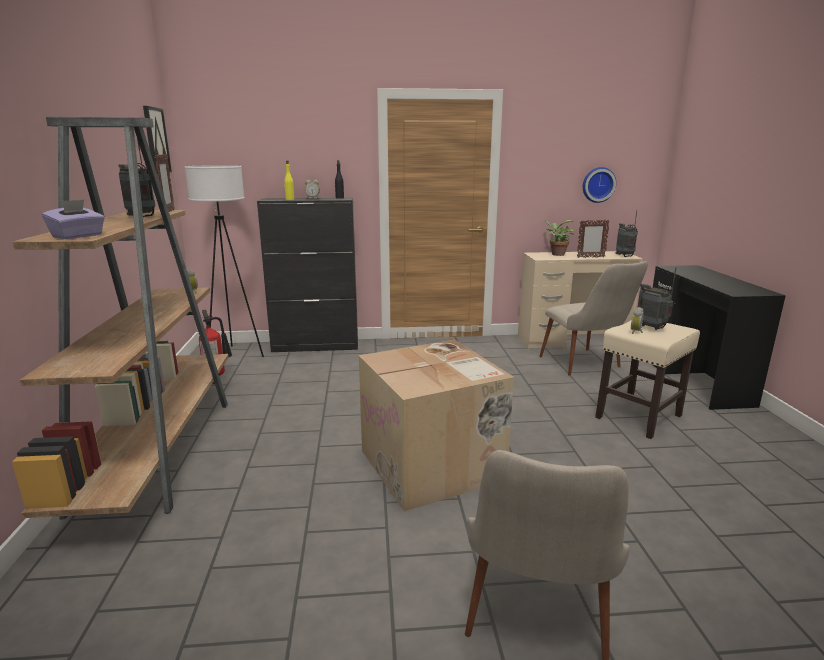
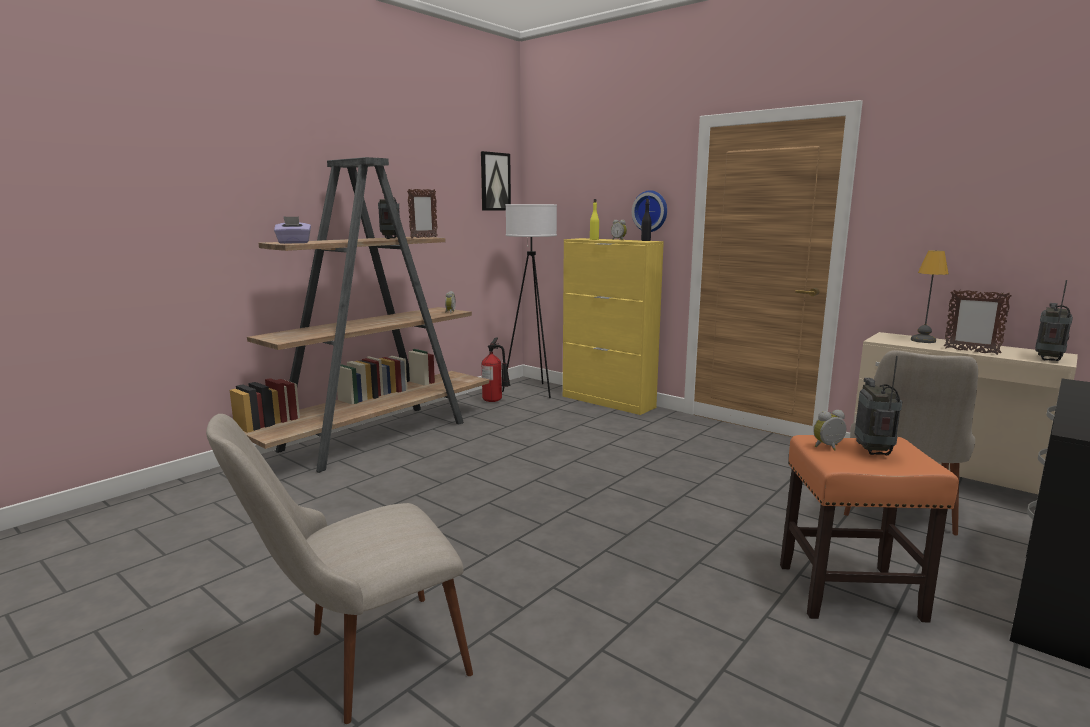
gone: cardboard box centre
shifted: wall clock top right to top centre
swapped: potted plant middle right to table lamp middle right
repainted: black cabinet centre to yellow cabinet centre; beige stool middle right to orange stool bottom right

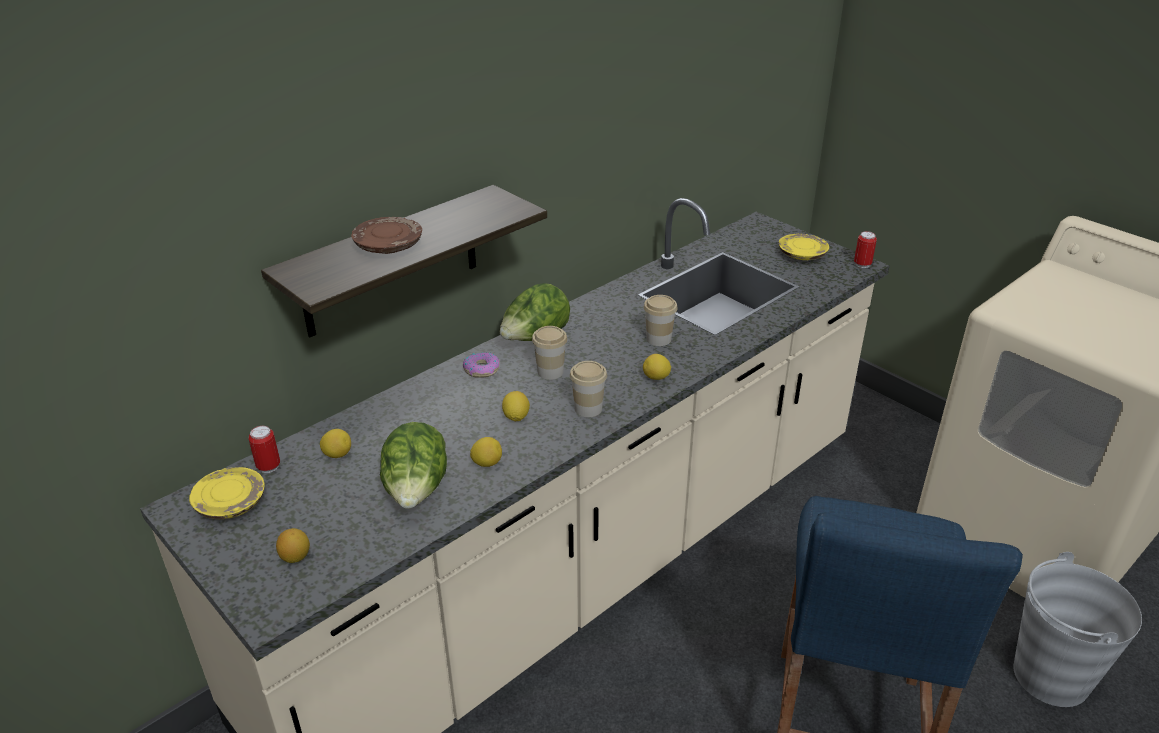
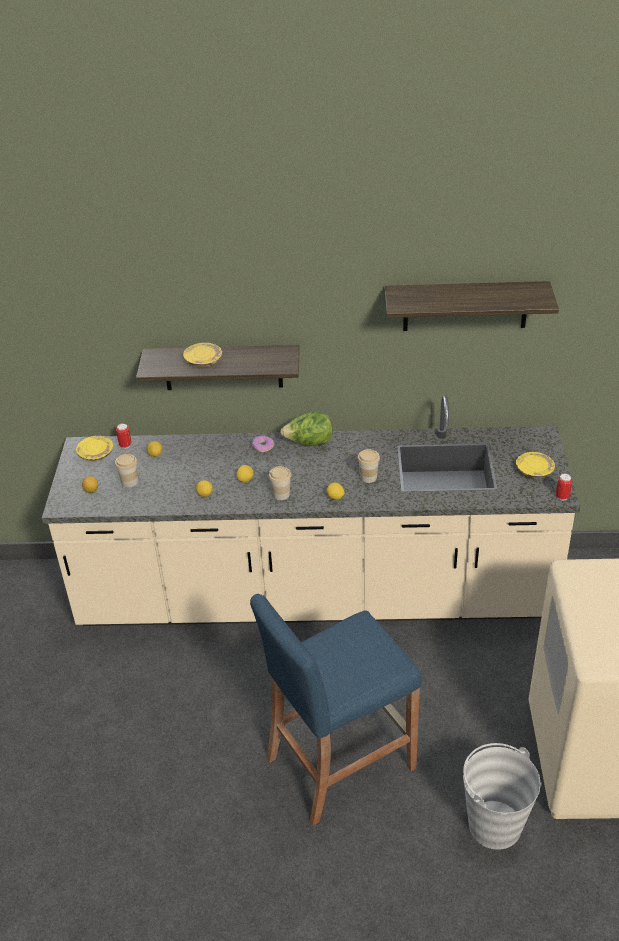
gone: lettuce (no. 1 from left) centre
new: shelf (no. 2 from left) top right
shifted: cup (no. 1 from left) centre to middle left
repainted: brown plate top left to yellow plate (no. 2 from left) middle left

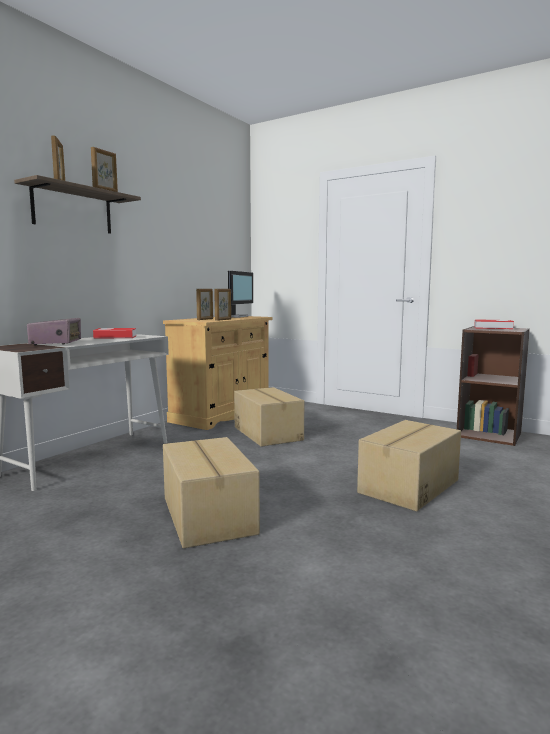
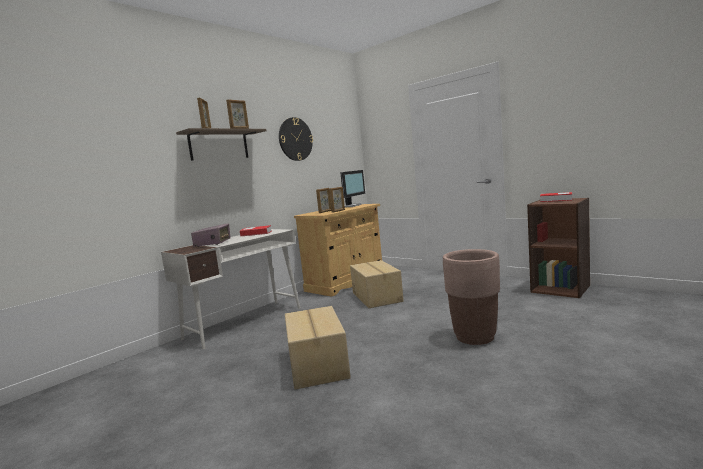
new: wall clock top centre
swapped: cardboard box (no. 3 from left) middle right to brown planter middle right

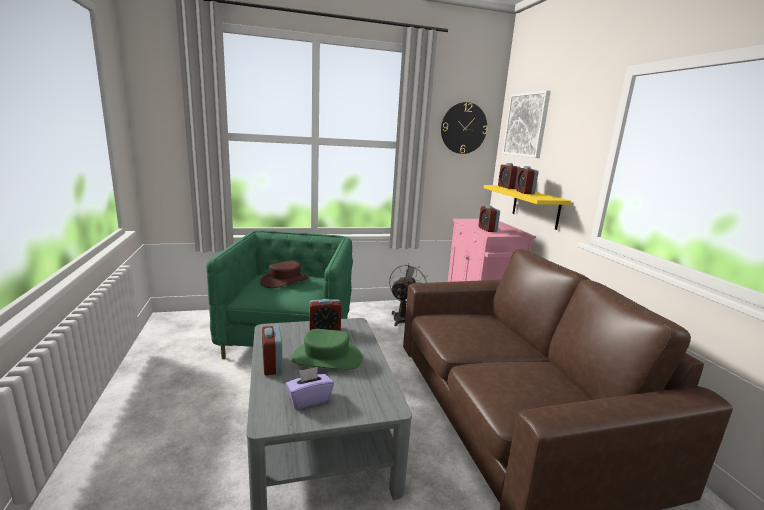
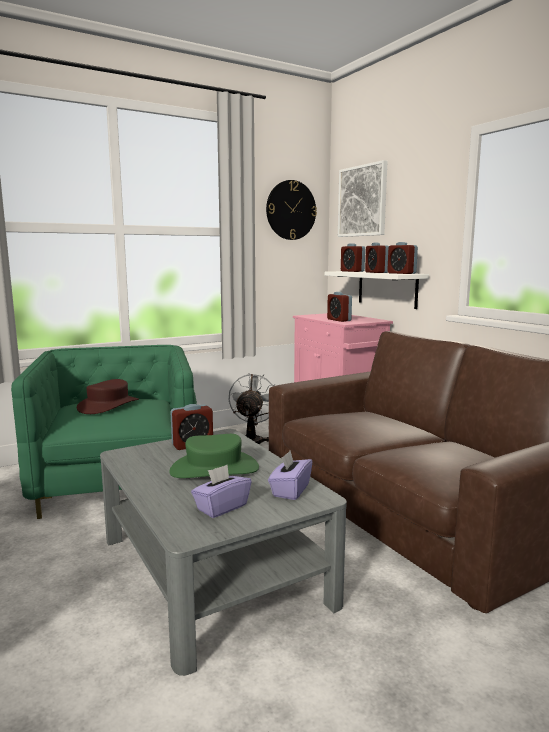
new: purple tissue box (no. 2 from left) centre
shifted: alarm clock (no. 1 from left in the first image) bottom centre to alarm clock (no. 5 from left) middle right
repainted: yellow shelf middle right to white shelf middle right

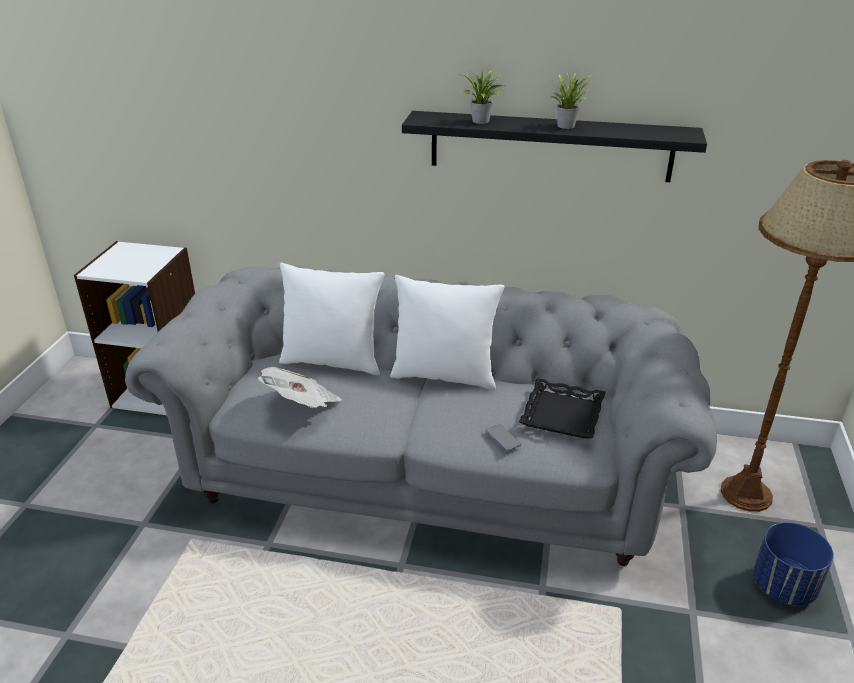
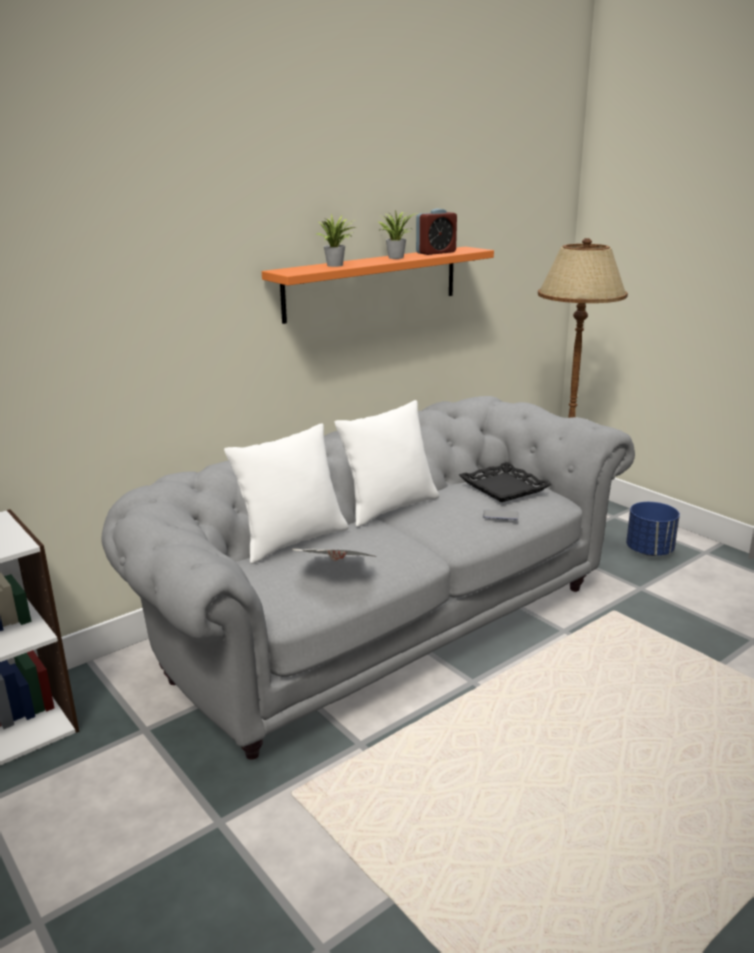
new: alarm clock top centre
repainted: black shelf top centre to orange shelf top centre

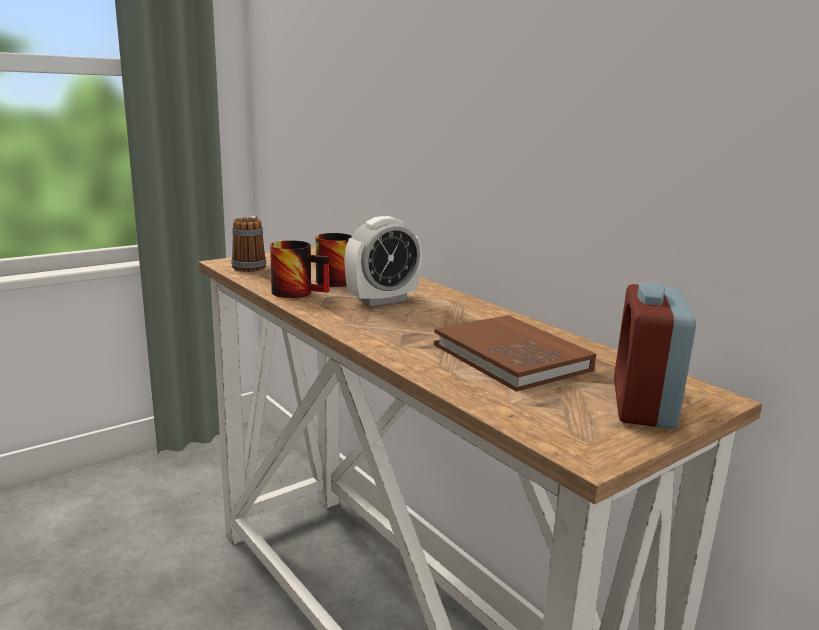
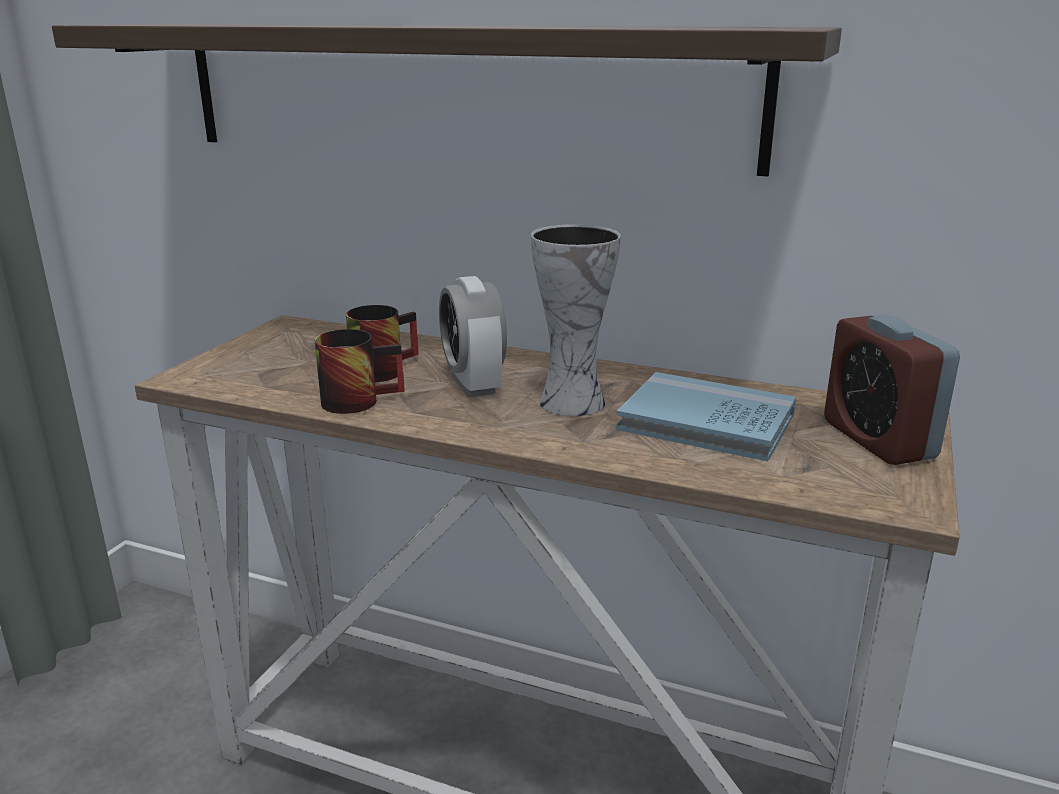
gone: mug (no. 1 from left) middle left
new: shelf top centre; vase centre
repainted: brown book centre to blue book middle right
rotated: alarm clock (no. 1 from left) centre = centre 135 degrees clockwise

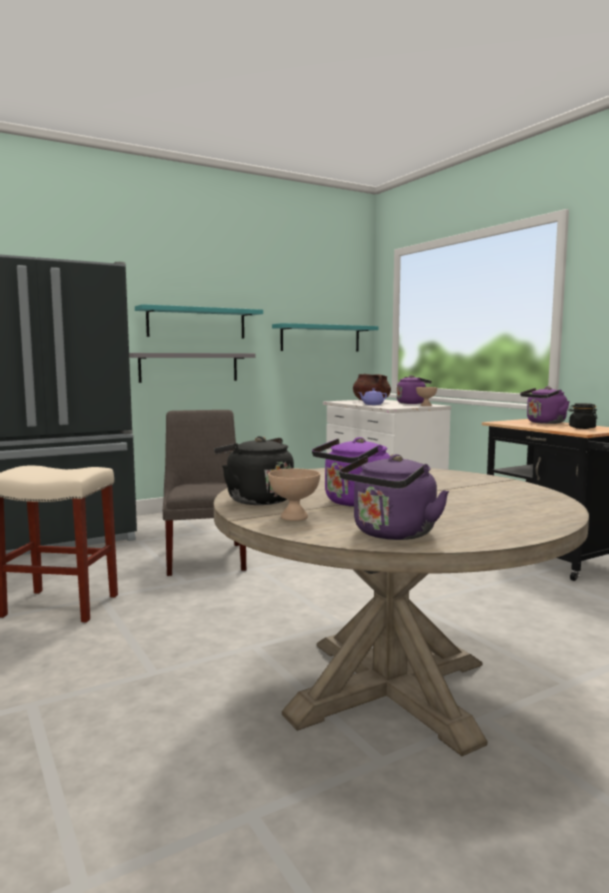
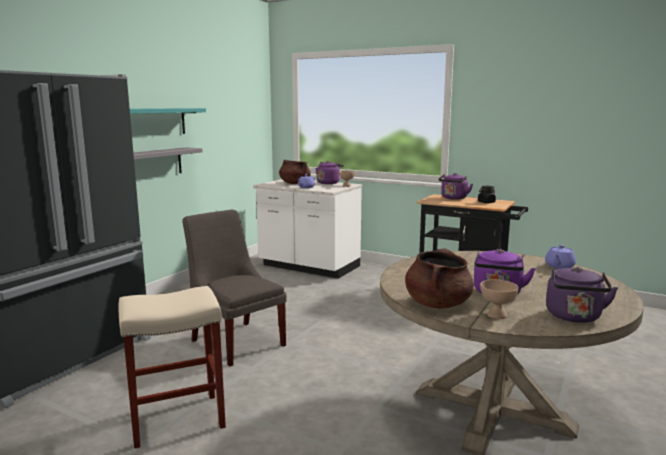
gone: turquoise shelf (no. 2 from left) centre
new: purple teapot (no. 2 from left) middle right
swapped: black kettle centre to brown cooking pot (no. 2 from left) centre

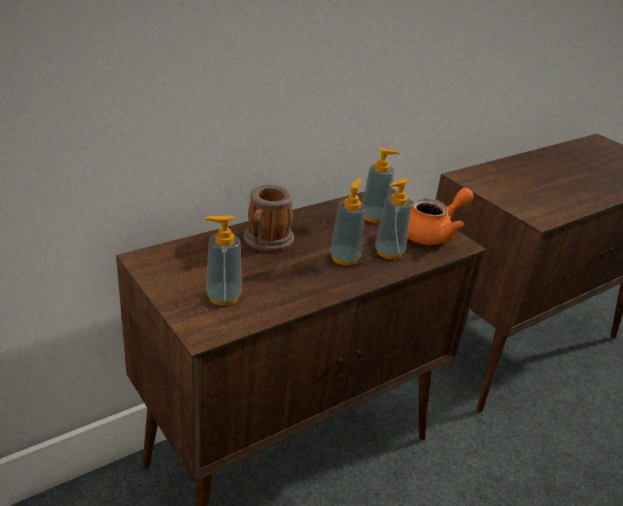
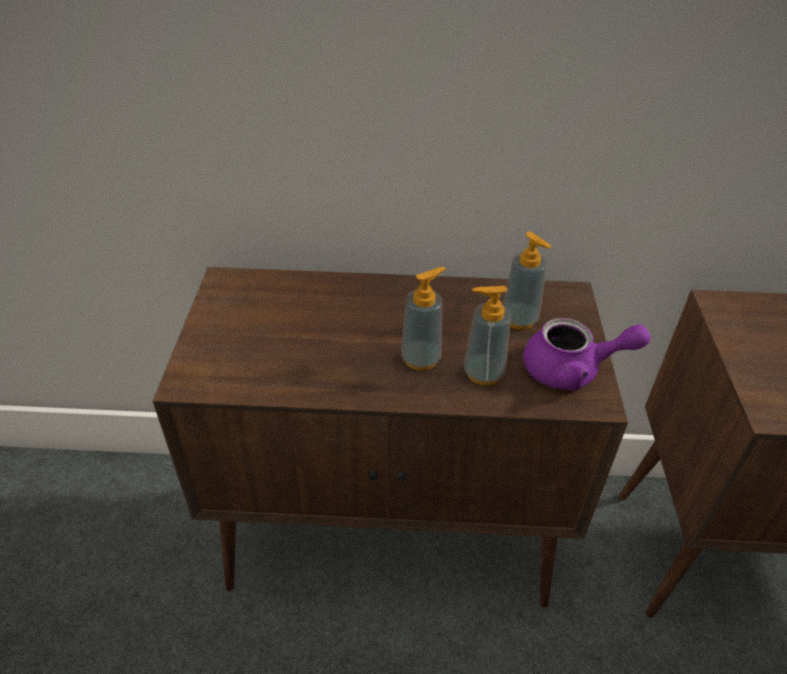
gone: soap dispenser (no. 1 from left) centre; mug centre
repainted: orange teapot middle right to purple teapot middle right

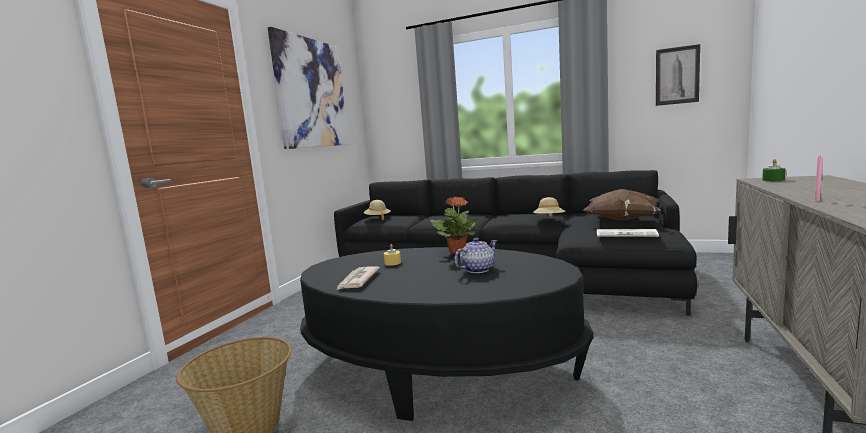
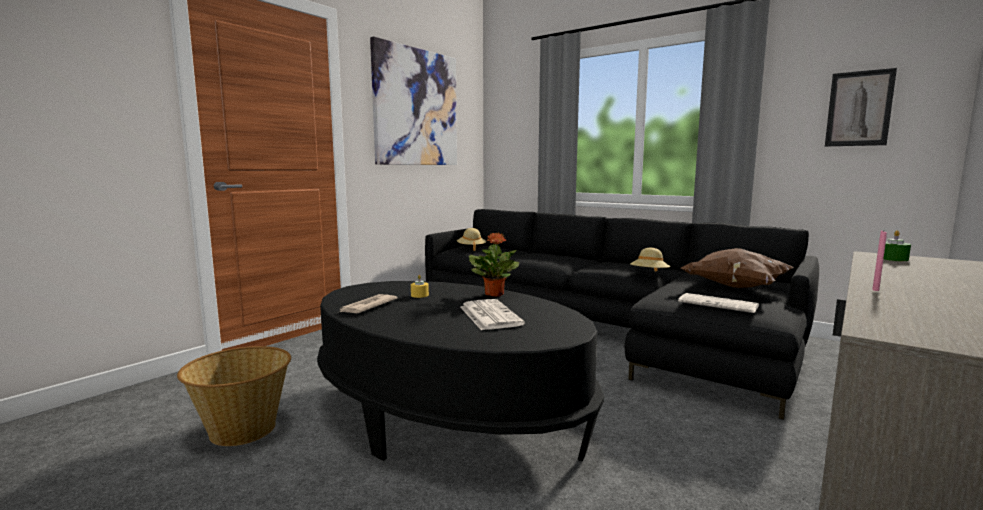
swapped: teapot centre to newspaper (no. 2 from left) centre

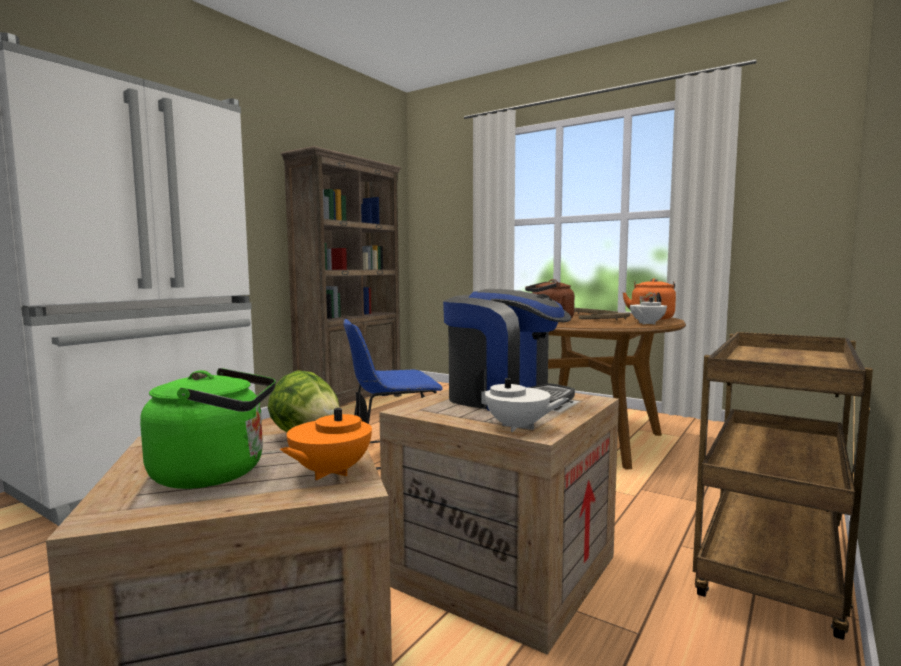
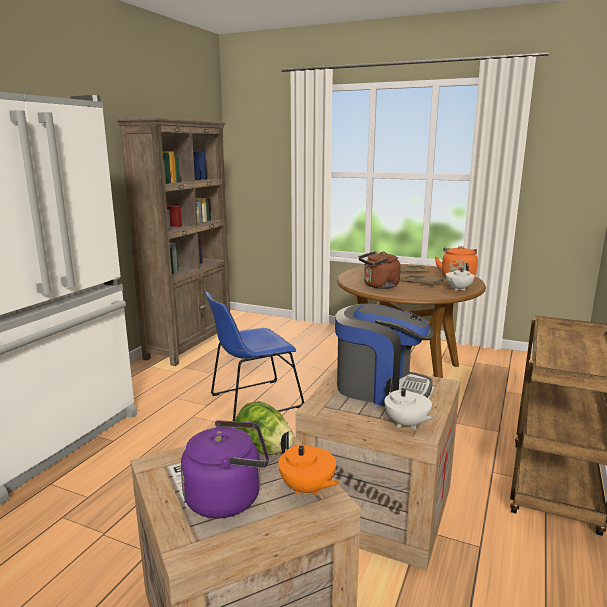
repainted: green kettle middle left to purple kettle bottom centre
rotated: orange teapot centre = bottom centre 60 degrees counterclockwise; white teapot (no. 1 from left) centre = middle right 45 degrees clockwise

